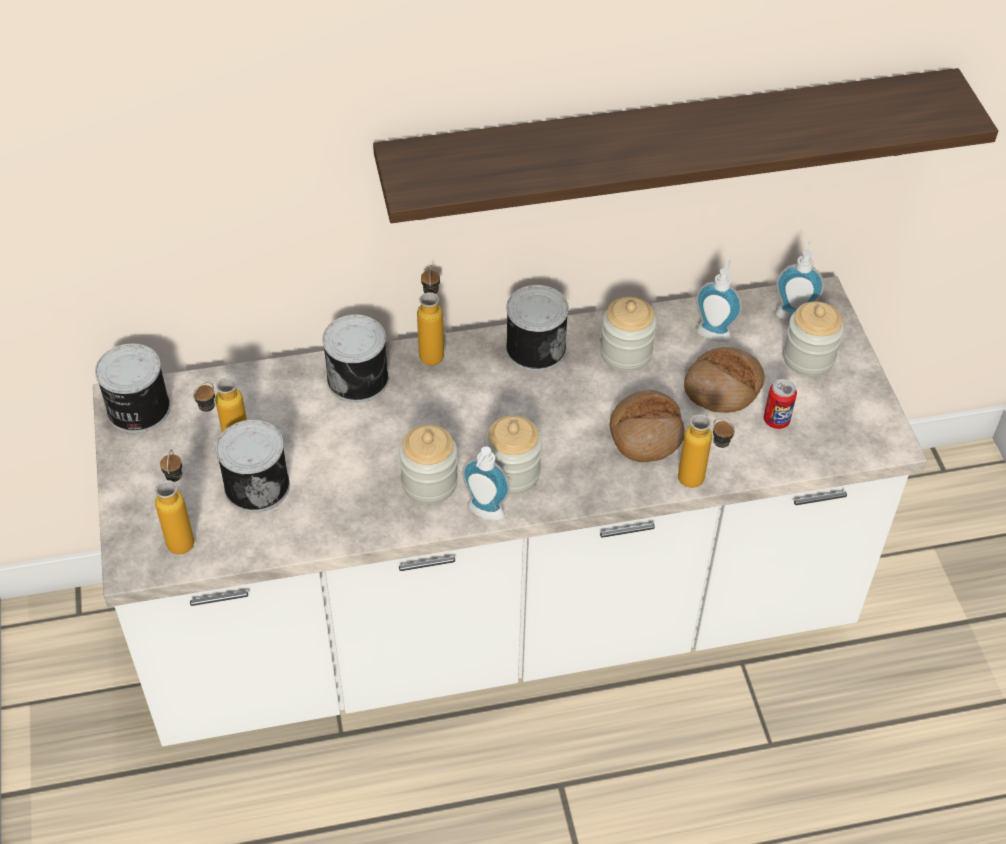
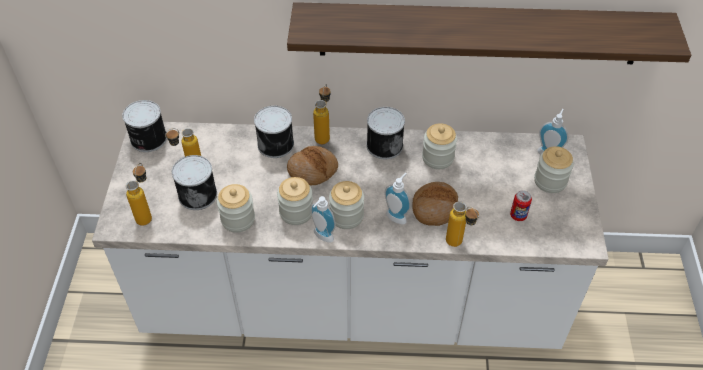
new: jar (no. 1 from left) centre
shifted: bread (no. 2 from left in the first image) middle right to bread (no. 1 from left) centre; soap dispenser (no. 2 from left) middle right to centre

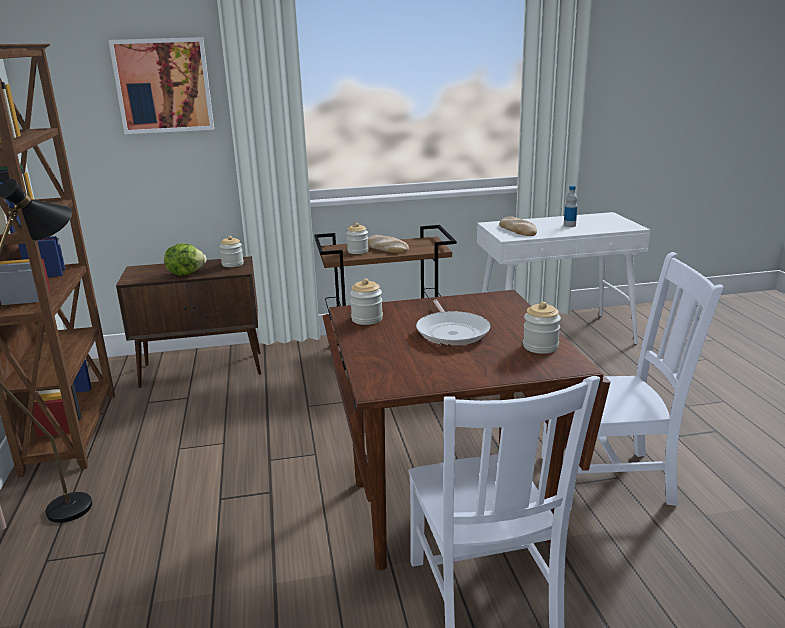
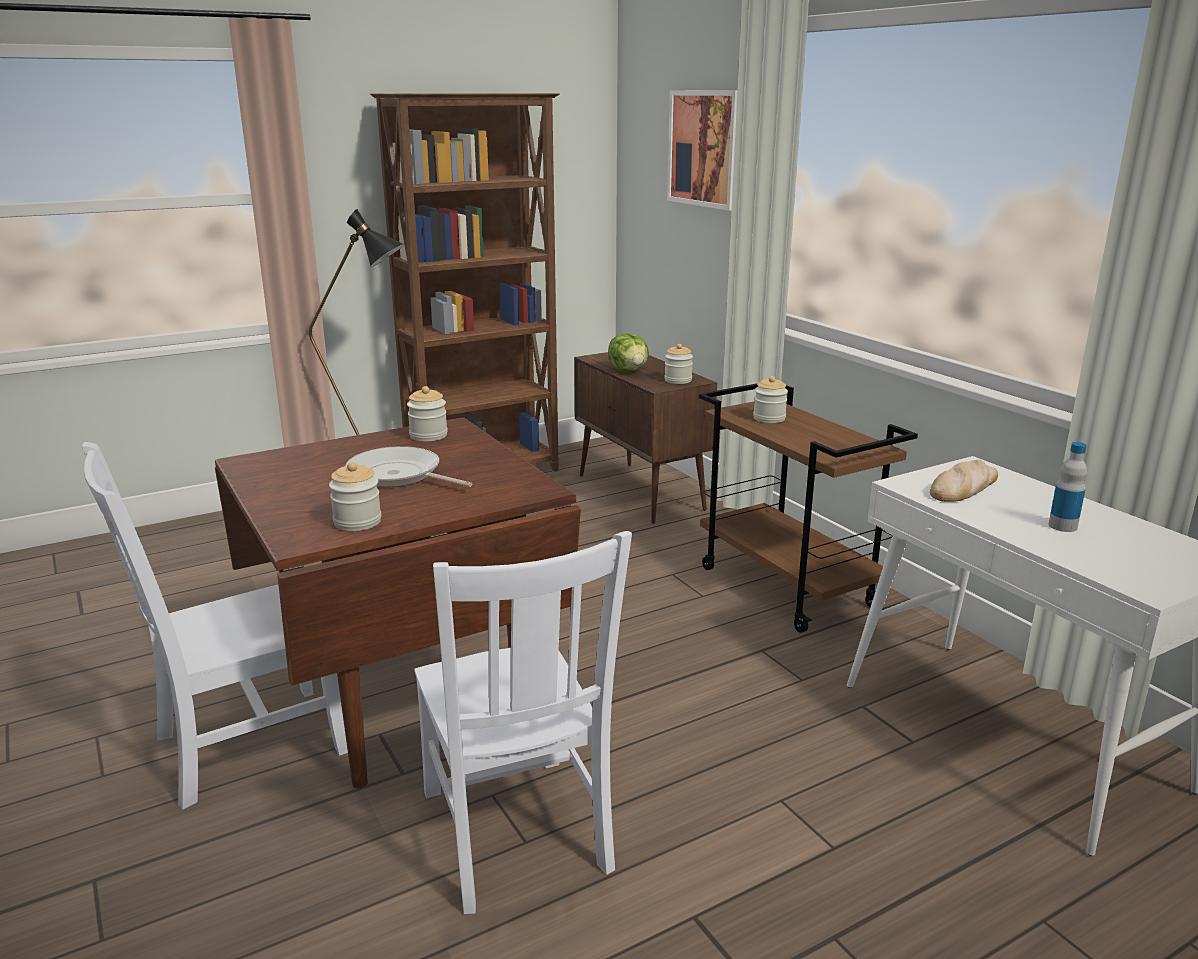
gone: bread (no. 1 from left) centre
rotated: frying pan centre = centre 60 degrees clockwise

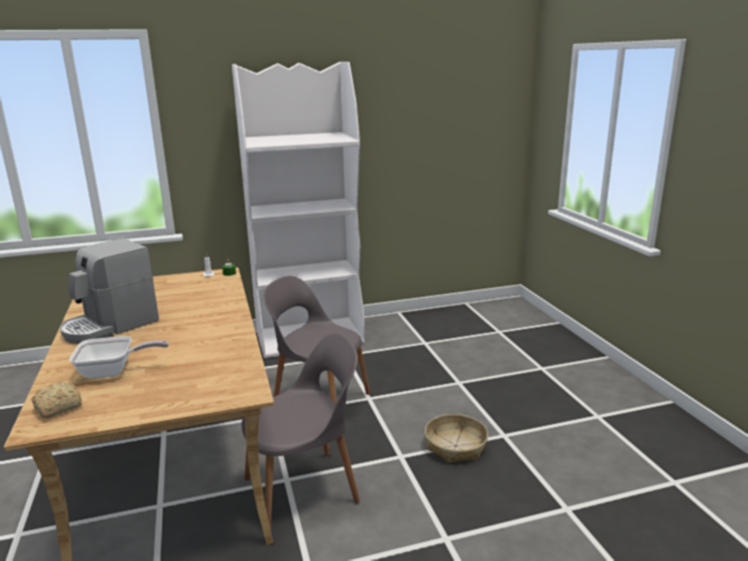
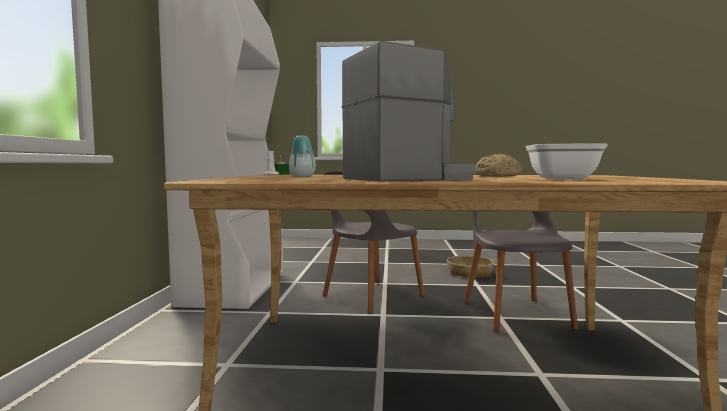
new: vase centre
shifted: bread bottom left to middle right
rotated: coffee machine middle left = top centre 90 degrees counterclockwise

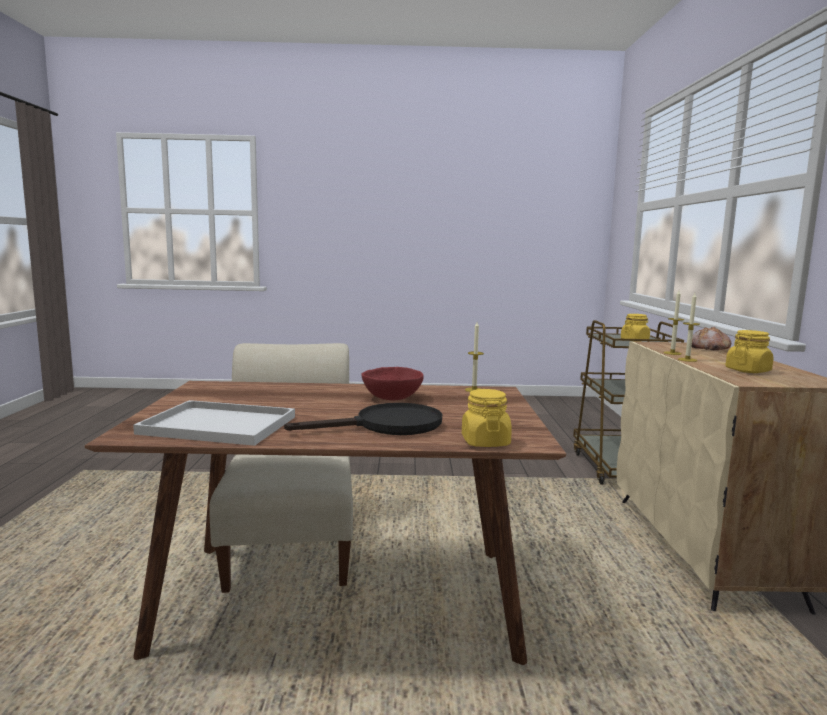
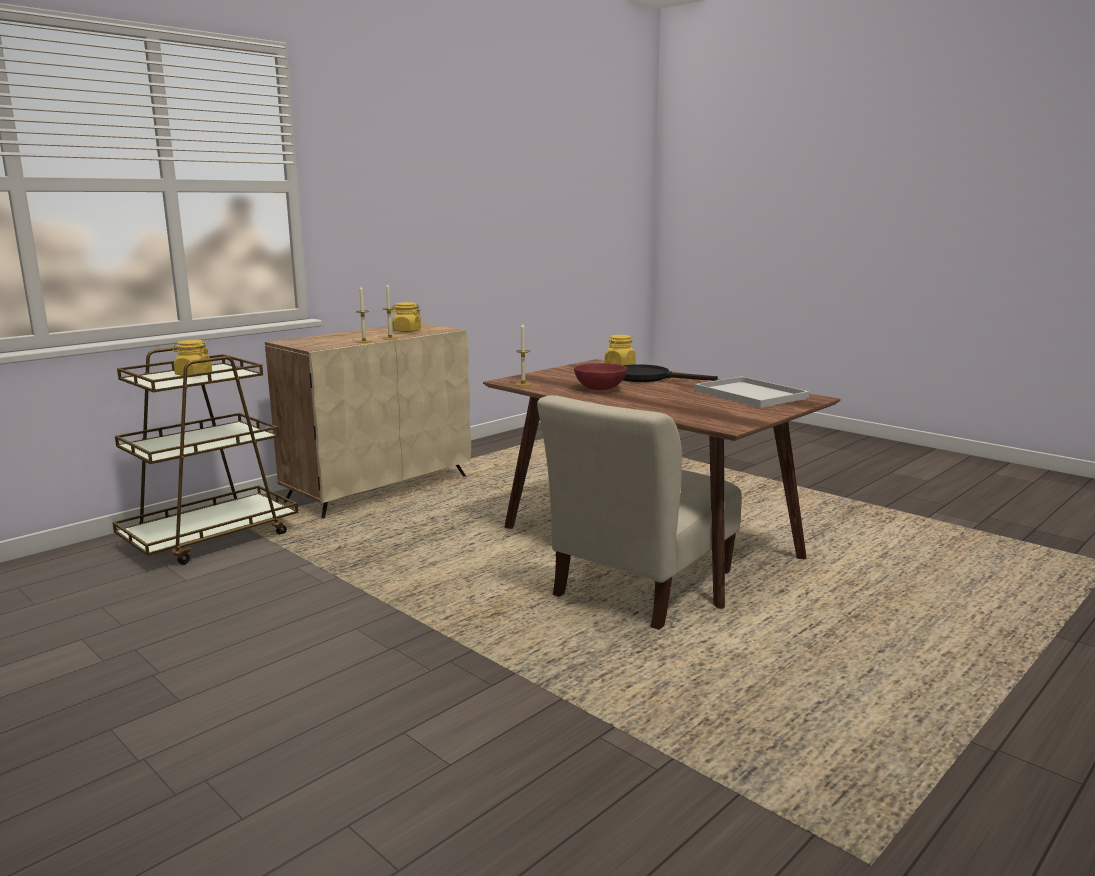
gone: bread middle right

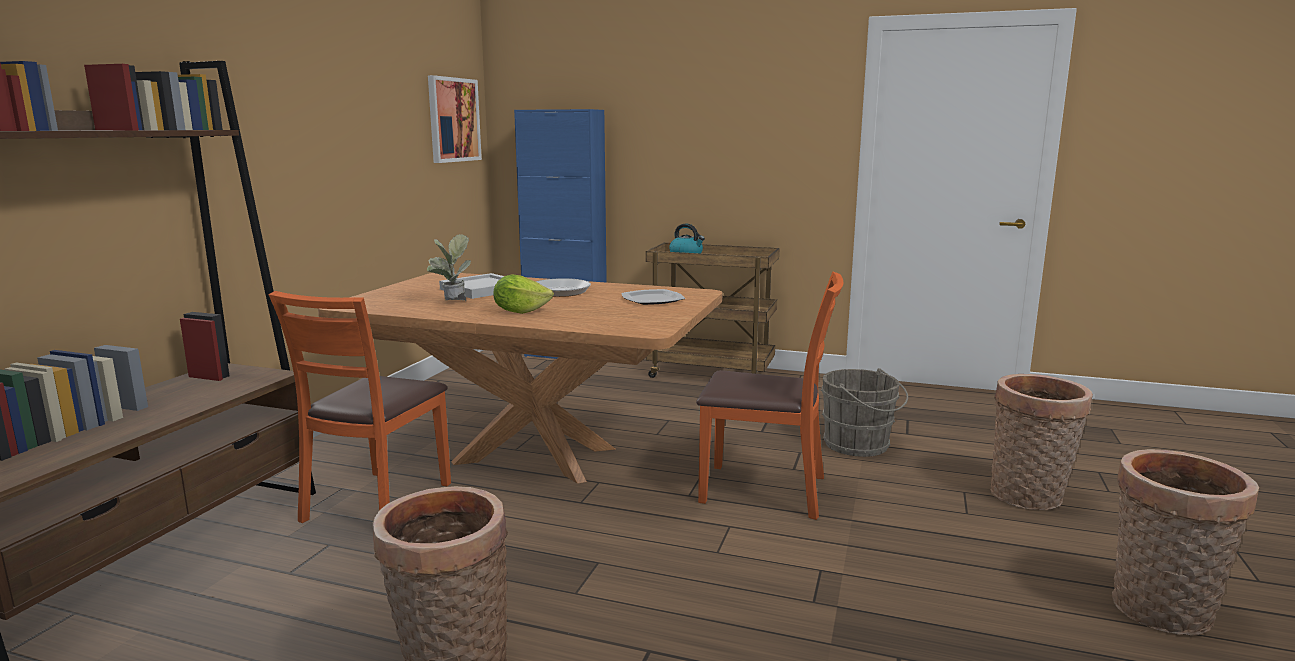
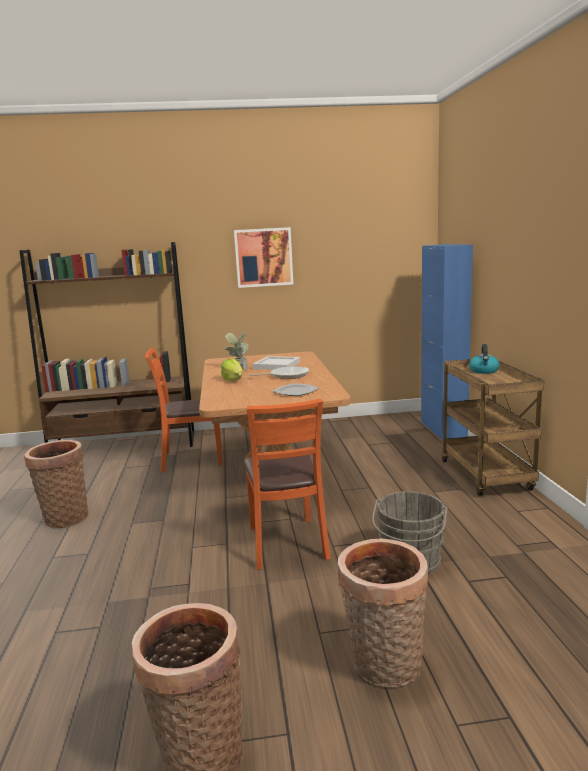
shifted: picture top centre to centre

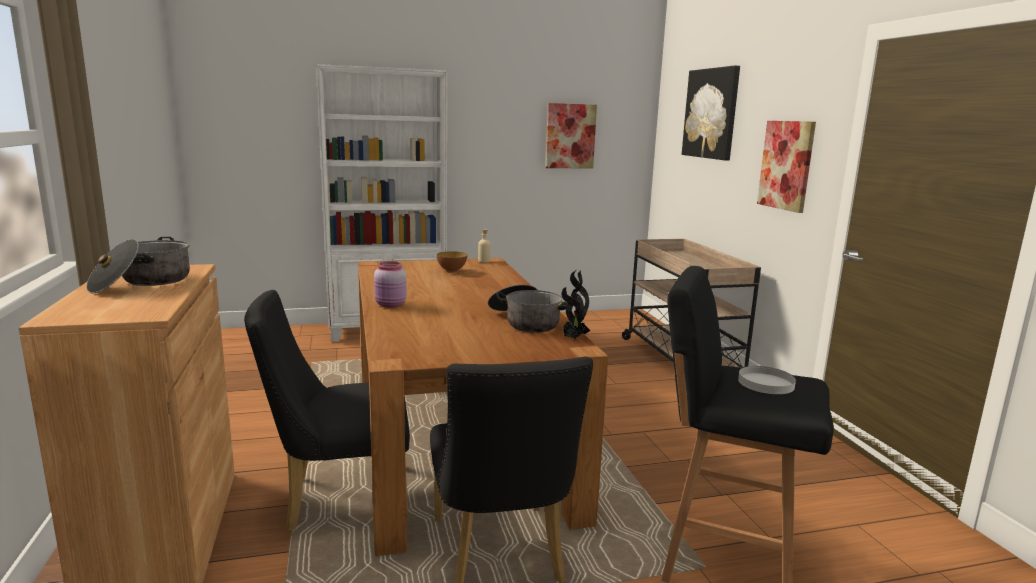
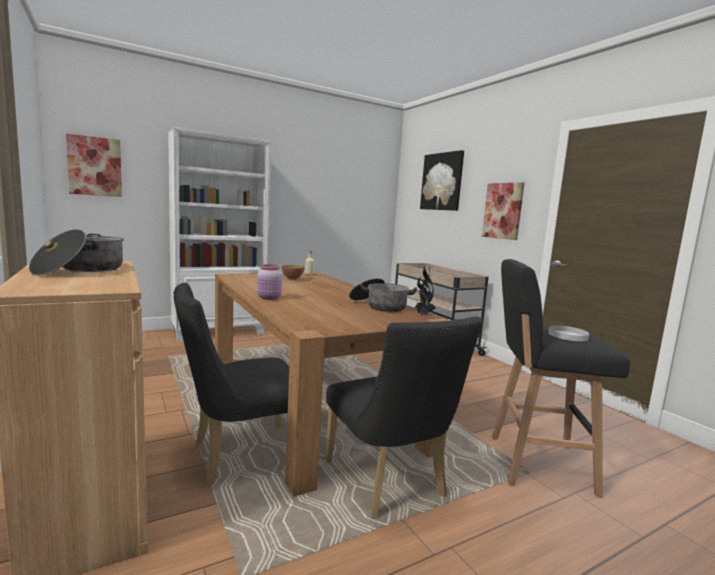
shifted: picture (no. 1 from left) top centre to top left

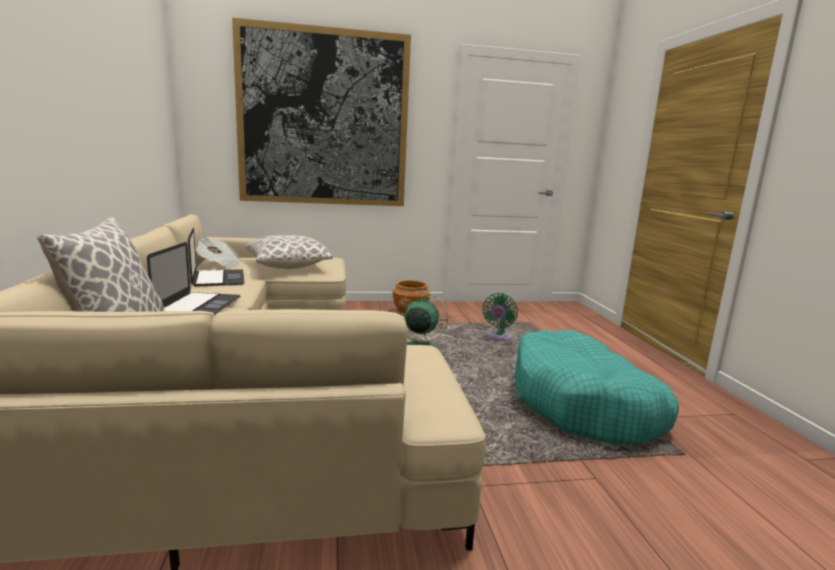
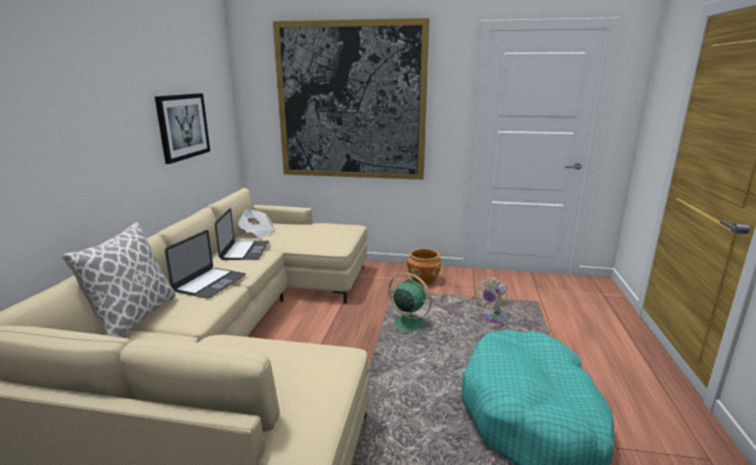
gone: pillow (no. 2 from left) centre
new: picture (no. 1 from left) top left
repainted: green fan (no. 2 from left) centre to beige fan centre

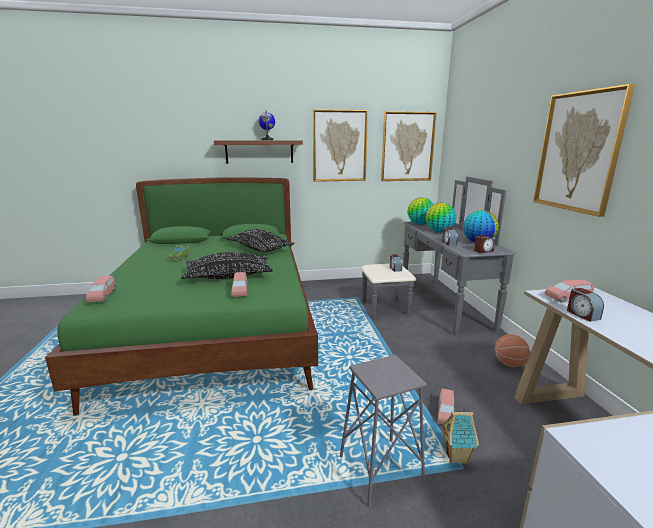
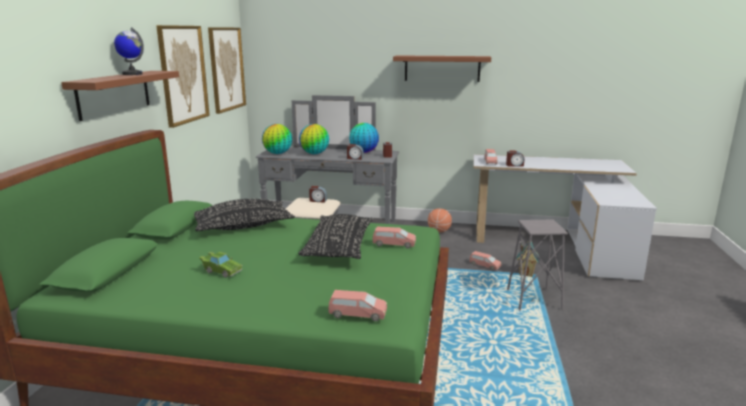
swapped: picture (no. 3 from left) top right to brown shelf (no. 2 from left) top centre

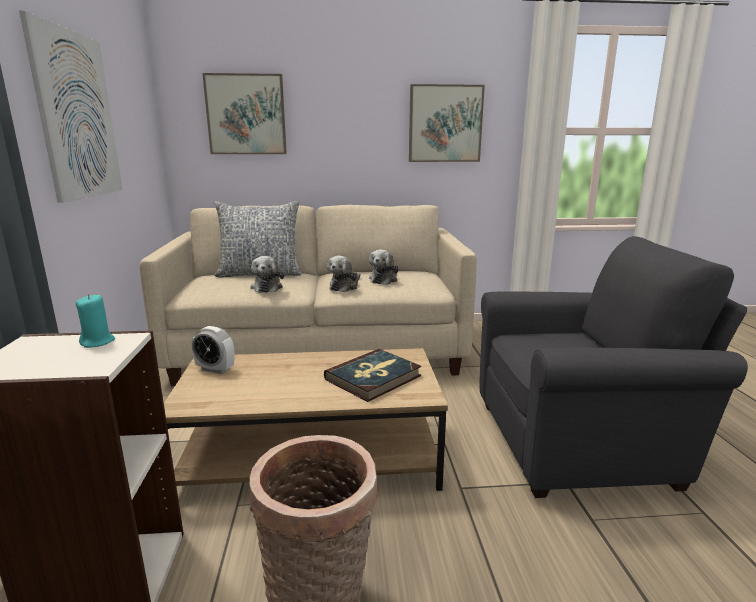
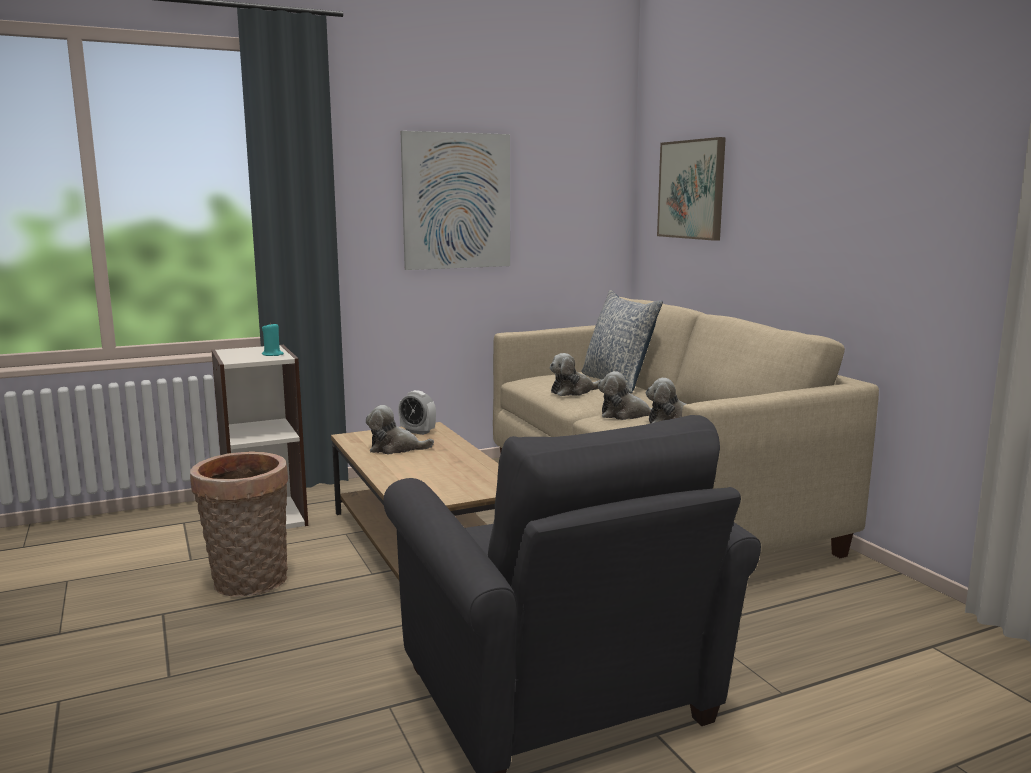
gone: book centre; picture (no. 3 from left) top centre
new: plush toy (no. 1 from left) centre
rotated: alarm clock middle left = centre 60 degrees counterclockwise

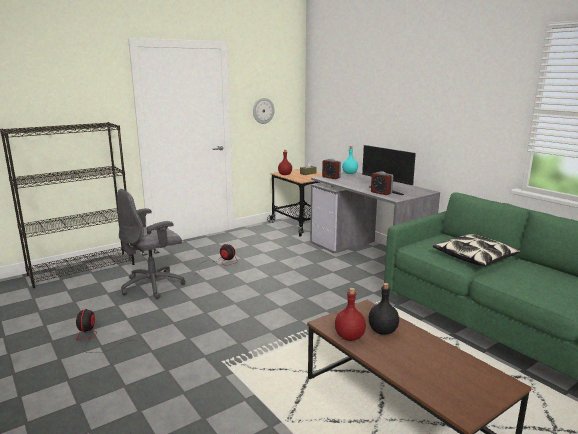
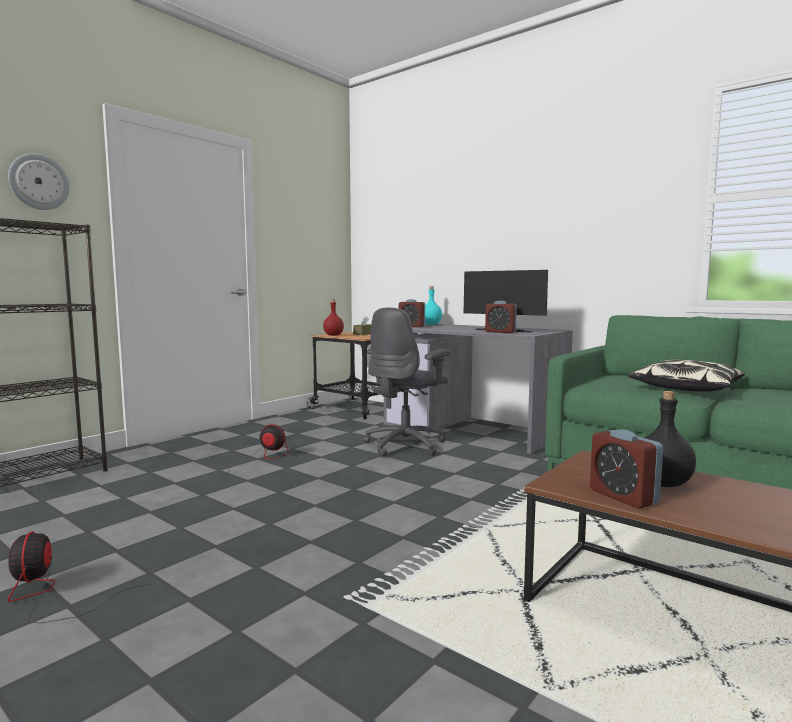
shifted: wall clock top centre to top left; grey office chair middle left to centre
swapped: red bottle (no. 2 from left) bottom centre to alarm clock (no. 3 from left) middle right

